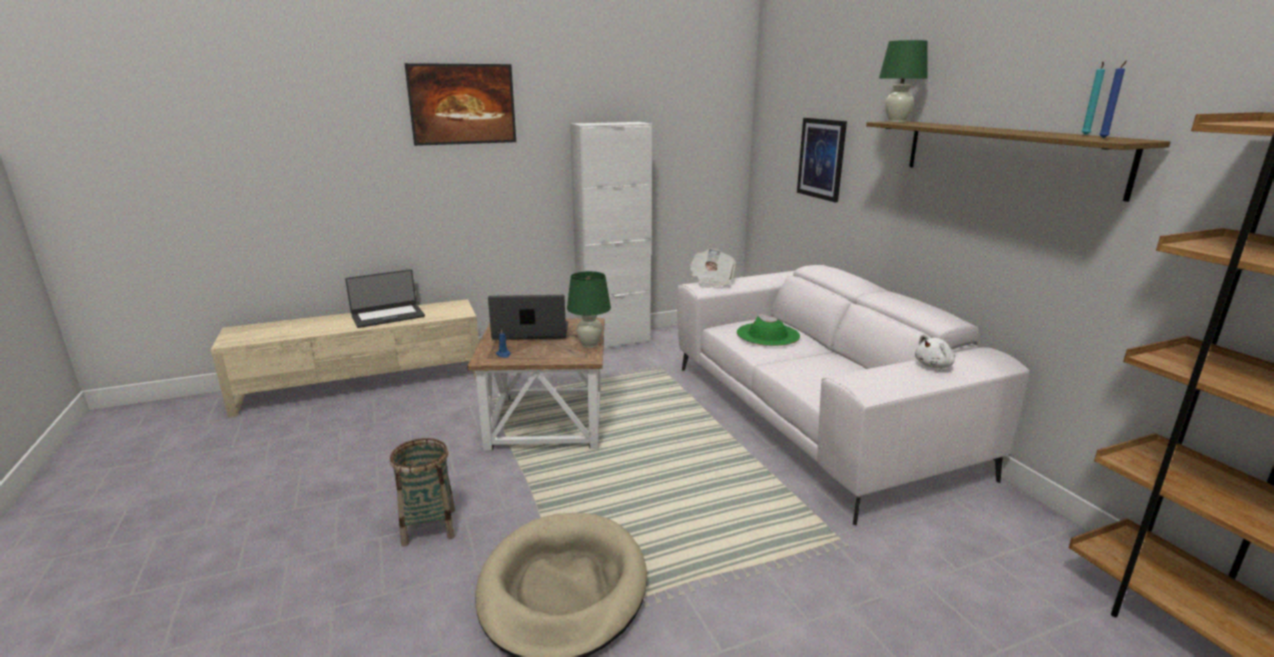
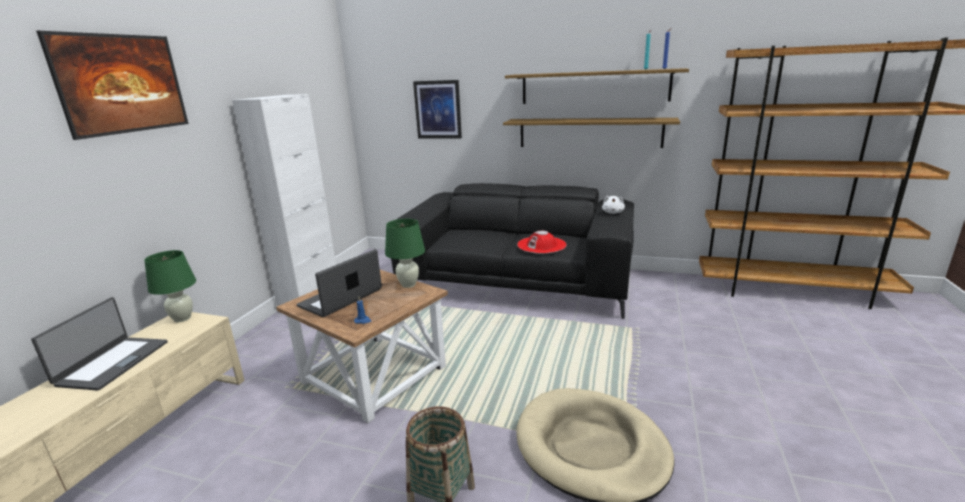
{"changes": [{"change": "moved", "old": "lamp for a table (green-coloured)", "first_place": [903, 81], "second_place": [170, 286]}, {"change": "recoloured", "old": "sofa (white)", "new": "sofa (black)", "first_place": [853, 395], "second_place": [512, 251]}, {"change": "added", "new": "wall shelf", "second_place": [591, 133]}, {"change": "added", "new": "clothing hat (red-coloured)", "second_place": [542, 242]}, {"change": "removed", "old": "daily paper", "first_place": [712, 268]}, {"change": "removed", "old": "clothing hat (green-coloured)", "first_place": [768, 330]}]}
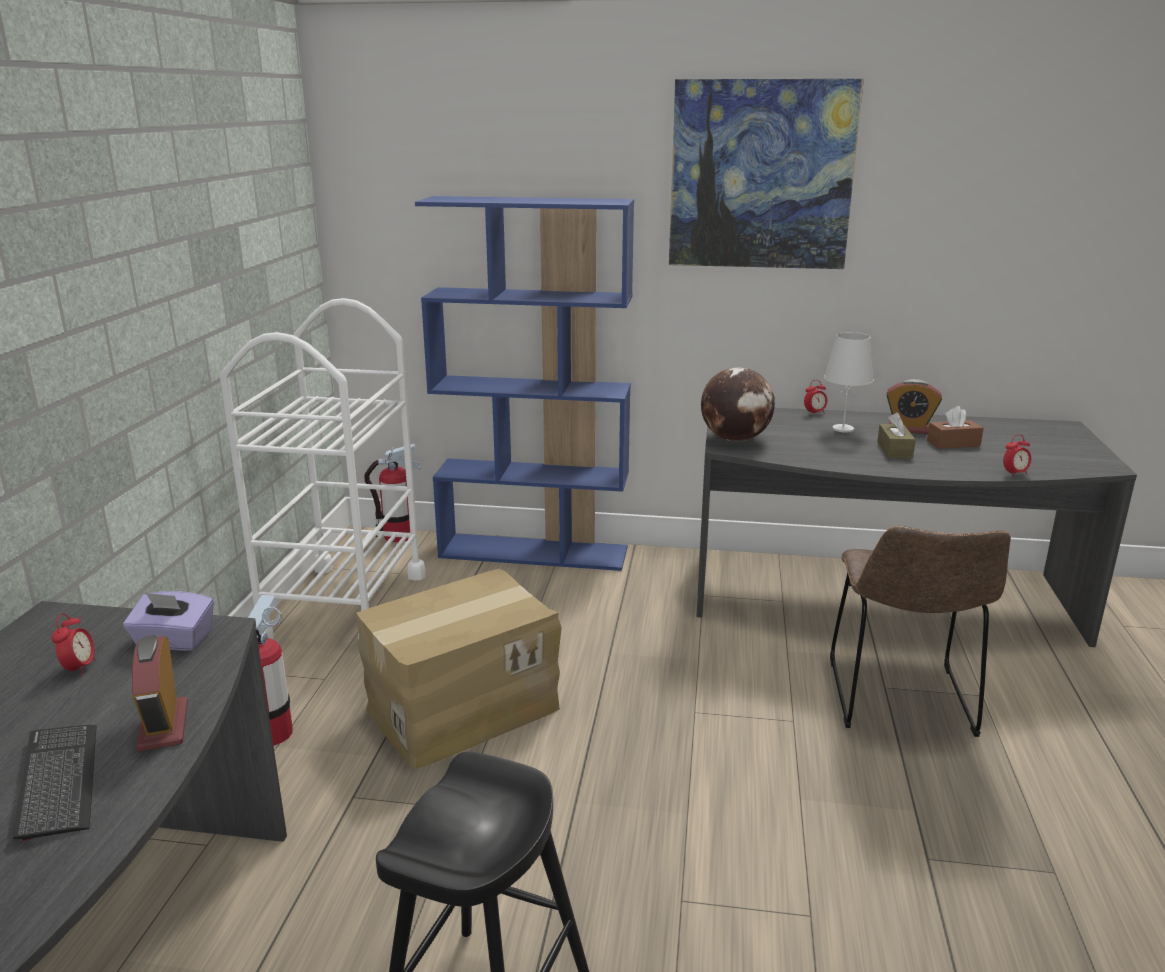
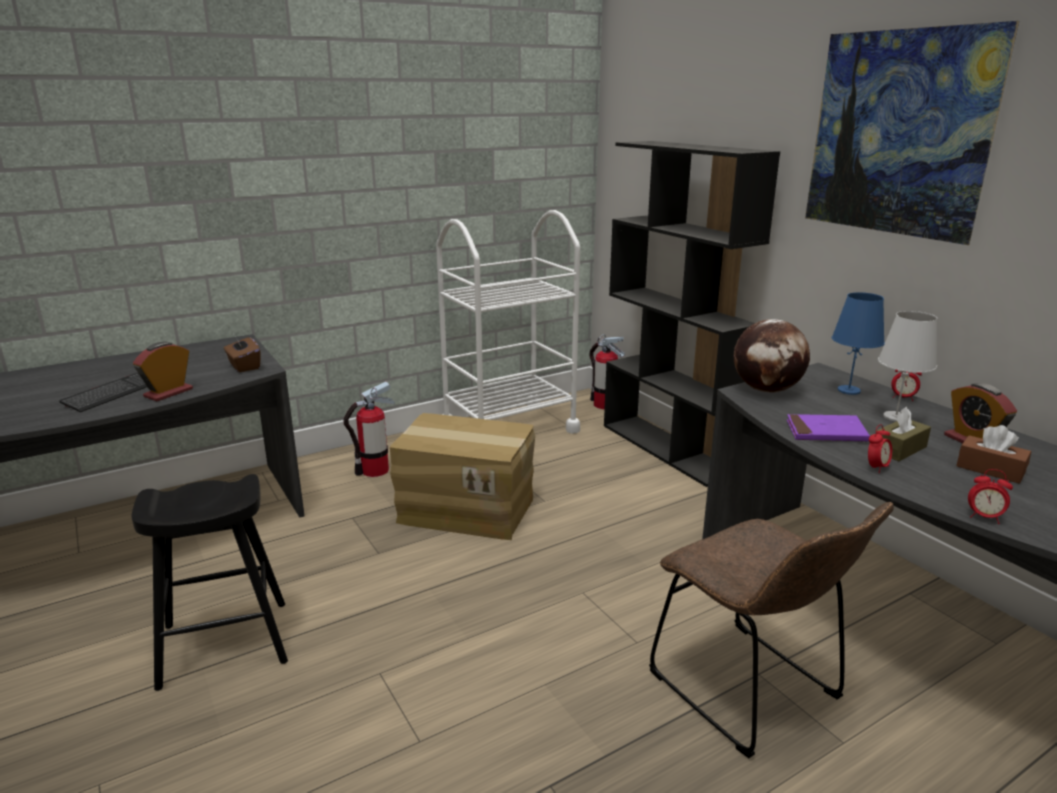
{"changes": [{"change": "recoloured", "old": "tissue box (purple-coloured)", "new": "tissue box (brown)", "first_place": [168, 621], "second_place": [242, 352]}, {"change": "recoloured", "old": "bookcase (blue-coloured)", "new": "bookcase (black)", "first_place": [524, 383], "second_place": [692, 314]}, {"change": "turned", "old": "upright chair (brown)", "first_place": [920, 631], "second_place": [771, 630], "degrees": -90}, {"change": "added", "new": "bound book (purple-coloured)", "second_place": [828, 428]}, {"change": "added", "new": "lamp for a table (blue-coloured)", "second_place": [858, 343]}, {"change": "moved", "old": "table clock", "first_place": [73, 644], "second_place": [880, 448]}]}
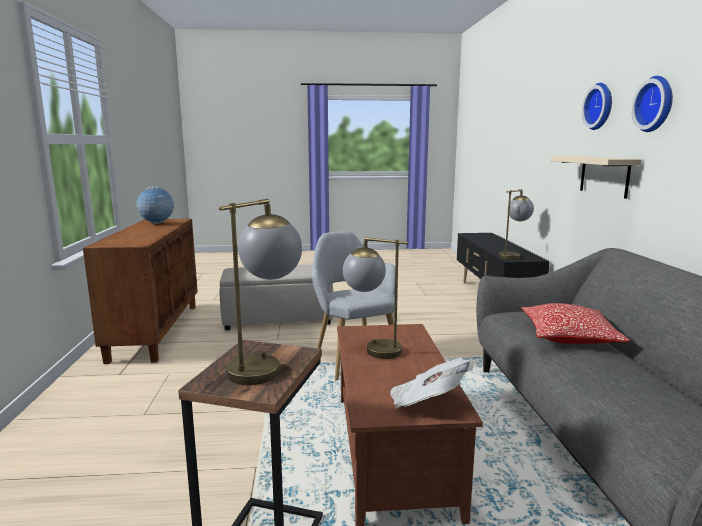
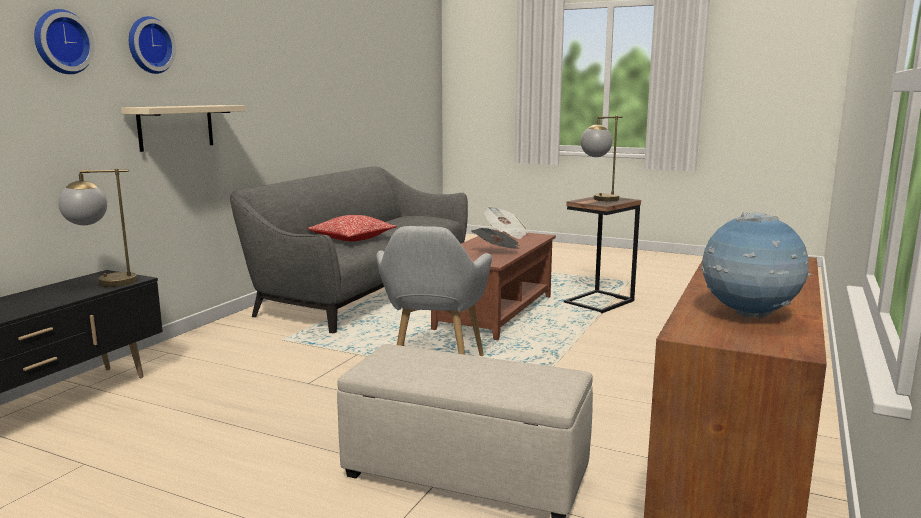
{"changes": [{"change": "moved", "old": "hanging clock", "first_place": [652, 104], "second_place": [64, 41]}, {"change": "replaced", "old": "lamp for a table", "new": "daily paper", "first_place": [375, 298], "second_place": [496, 238]}]}
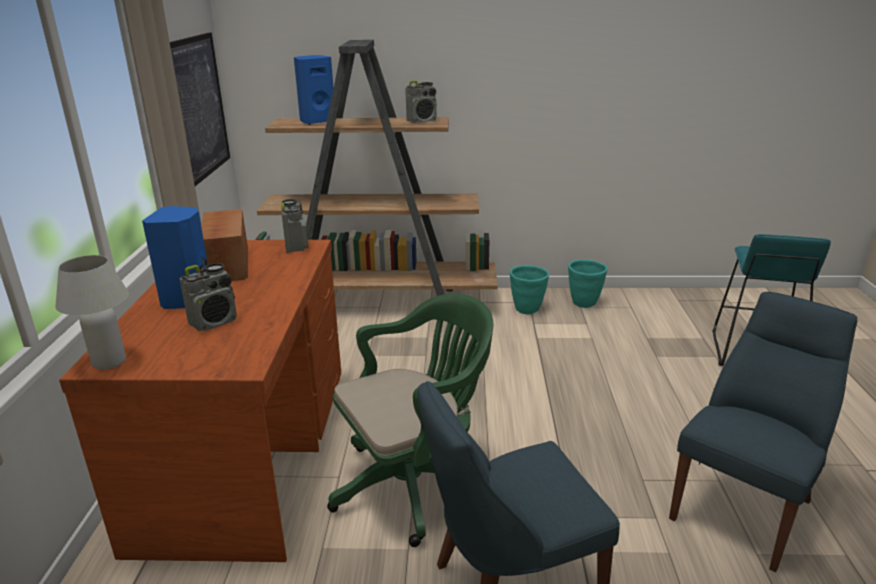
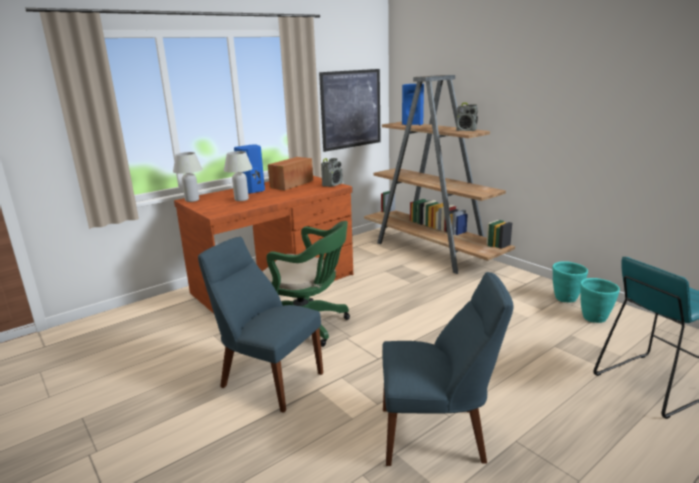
{"changes": [{"change": "replaced", "old": "radio", "new": "lamp for a table (white)", "first_place": [208, 297], "second_place": [238, 176]}, {"change": "moved", "old": "planter (turquoise-coloured)", "first_place": [529, 289], "second_place": [600, 300]}]}
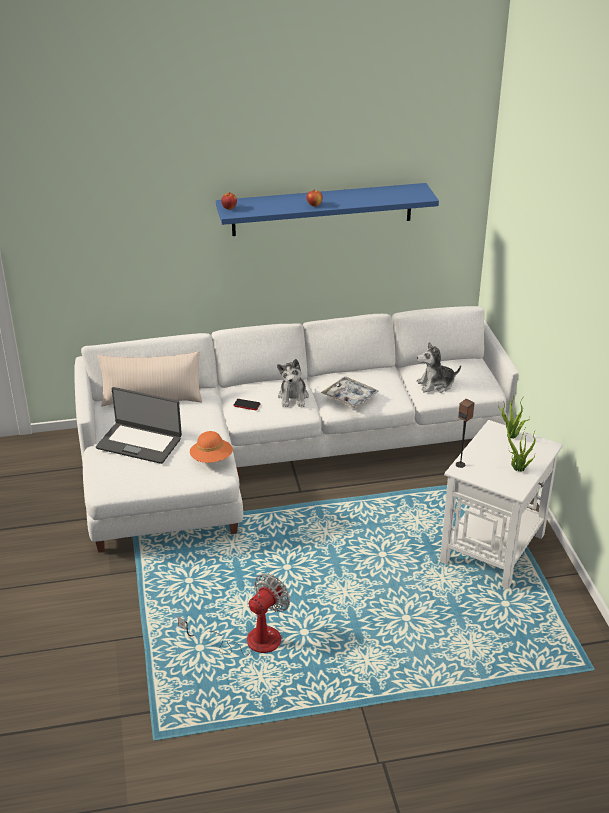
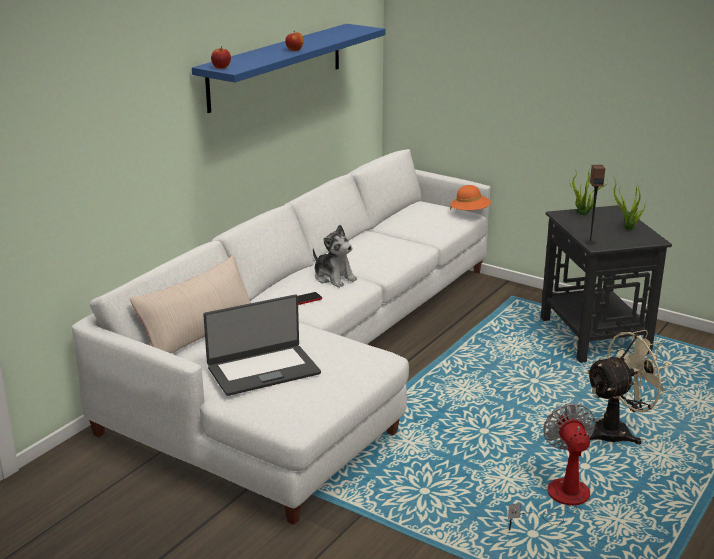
{"changes": [{"change": "moved", "old": "clothing hat (orangey)", "first_place": [211, 447], "second_place": [470, 197]}, {"change": "recoloured", "old": "end table (white)", "new": "end table (black)", "first_place": [501, 504], "second_place": [606, 284]}, {"change": "added", "new": "electric fan (sand-coloured)", "second_place": [630, 387]}, {"change": "removed", "old": "serving tray", "first_place": [350, 393]}, {"change": "removed", "old": "soft toy", "first_place": [439, 367]}]}
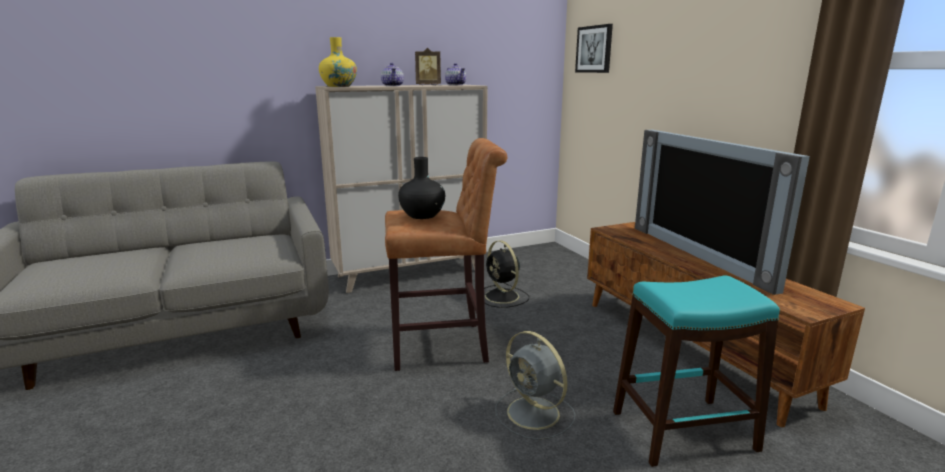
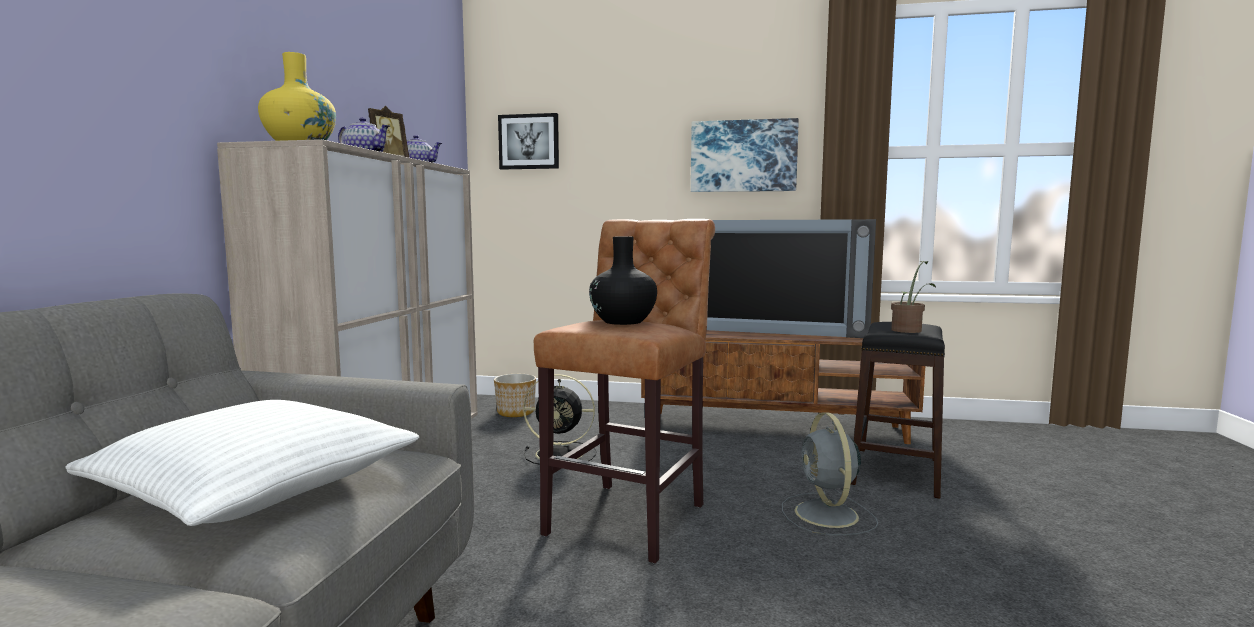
{"changes": [{"change": "added", "new": "throw pillow (white)", "second_place": [242, 463]}, {"change": "added", "new": "planter", "second_place": [515, 395]}, {"change": "added", "new": "wall picture", "second_place": [745, 155]}, {"change": "turned", "old": "electric fan (gray)", "first_place": [535, 385], "second_place": [830, 474], "degrees": 90}, {"change": "recoloured", "old": "stool (turquoise-coloured)", "new": "stool (black)", "first_place": [696, 371], "second_place": [898, 410]}, {"change": "added", "new": "houseplant", "second_place": [913, 297]}]}
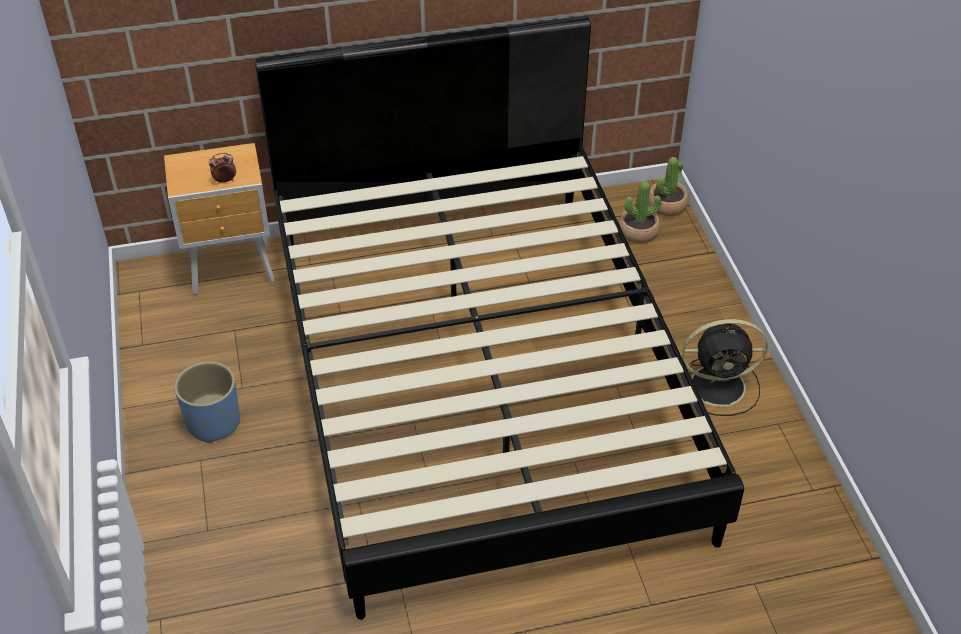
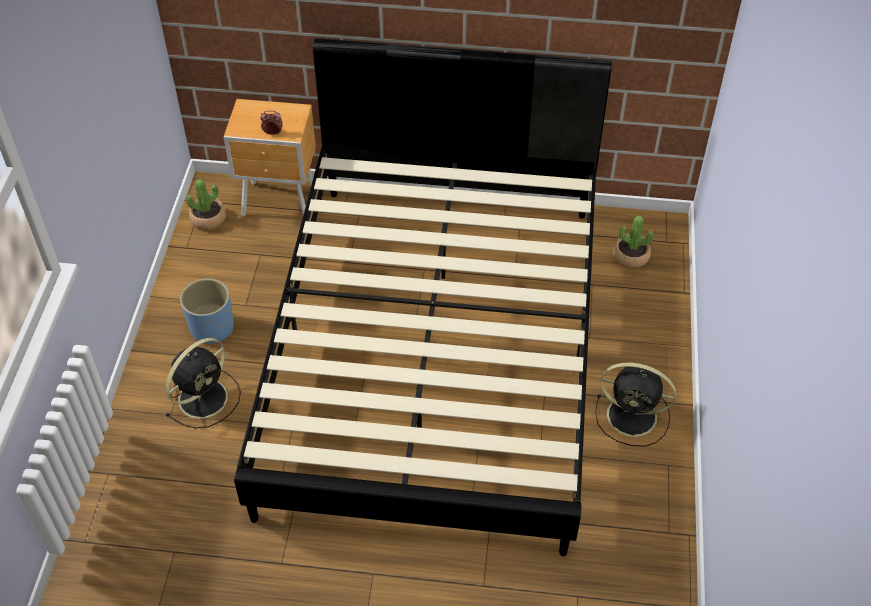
{"changes": [{"change": "added", "new": "electric fan (black)", "second_place": [203, 383]}, {"change": "moved", "old": "houseplant", "first_place": [668, 186], "second_place": [206, 204]}]}
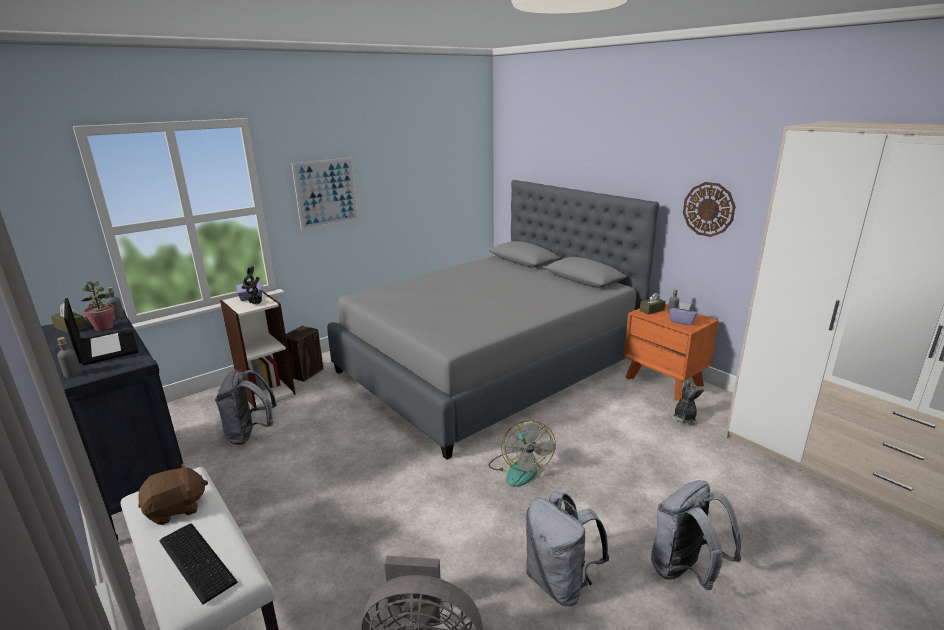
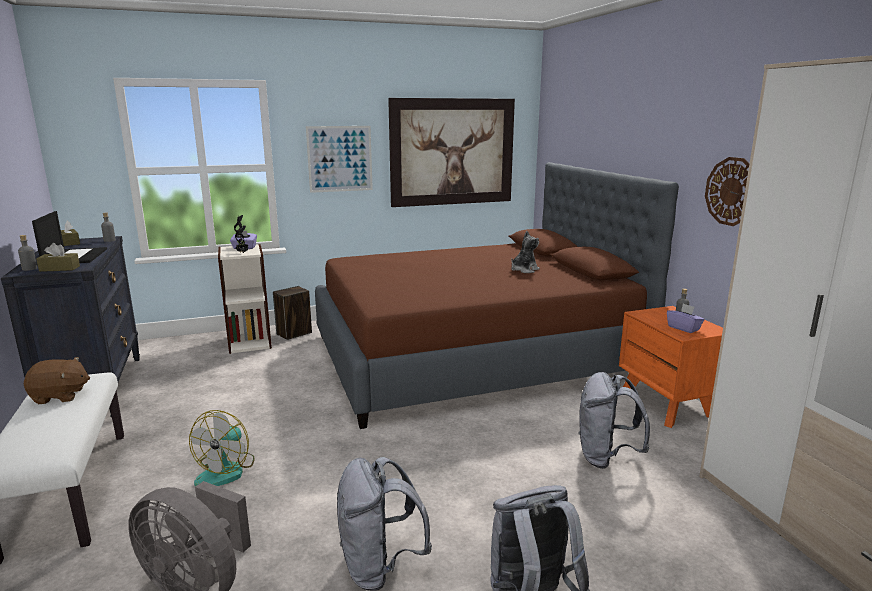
{"changes": [{"change": "moved", "old": "tissue box (brown)", "first_place": [653, 304], "second_place": [58, 257]}, {"change": "moved", "old": "electric fan", "first_place": [522, 453], "second_place": [222, 448]}, {"change": "recoloured", "old": "sleeping bed (gray)", "new": "sleeping bed (brown)", "first_place": [493, 320], "second_place": [497, 295]}, {"change": "added", "new": "wall picture", "second_place": [451, 152]}, {"change": "moved", "old": "soft toy", "first_place": [687, 403], "second_place": [525, 252]}, {"change": "moved", "old": "backpack (gray)", "first_place": [246, 407], "second_place": [614, 420]}, {"change": "removed", "old": "houseplant", "first_place": [98, 306]}, {"change": "removed", "old": "keyboard", "first_place": [198, 564]}]}
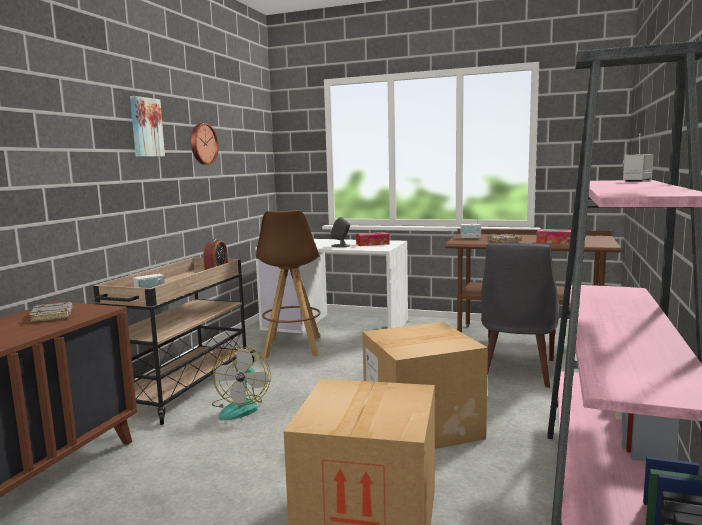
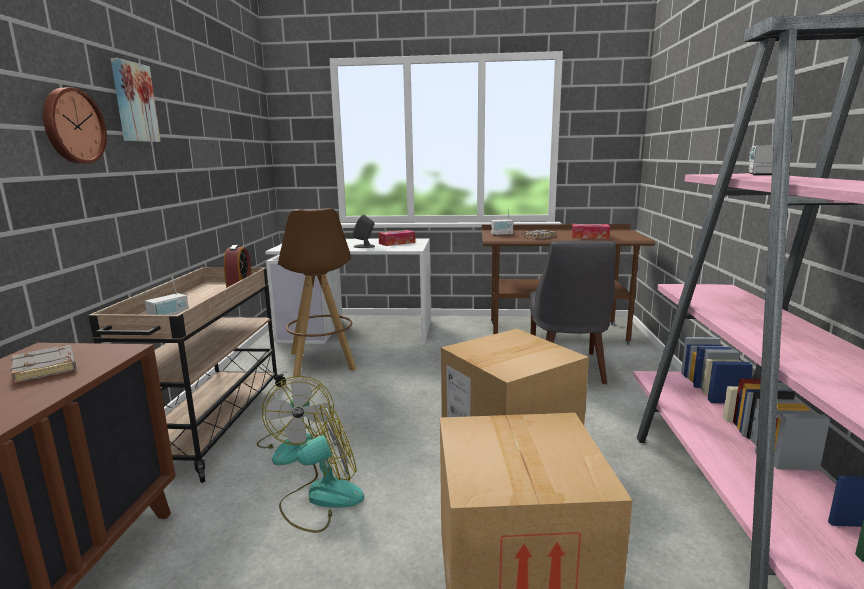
{"changes": [{"change": "moved", "old": "hanging clock", "first_place": [205, 144], "second_place": [75, 125]}, {"change": "added", "new": "electric fan", "second_place": [321, 469]}]}
